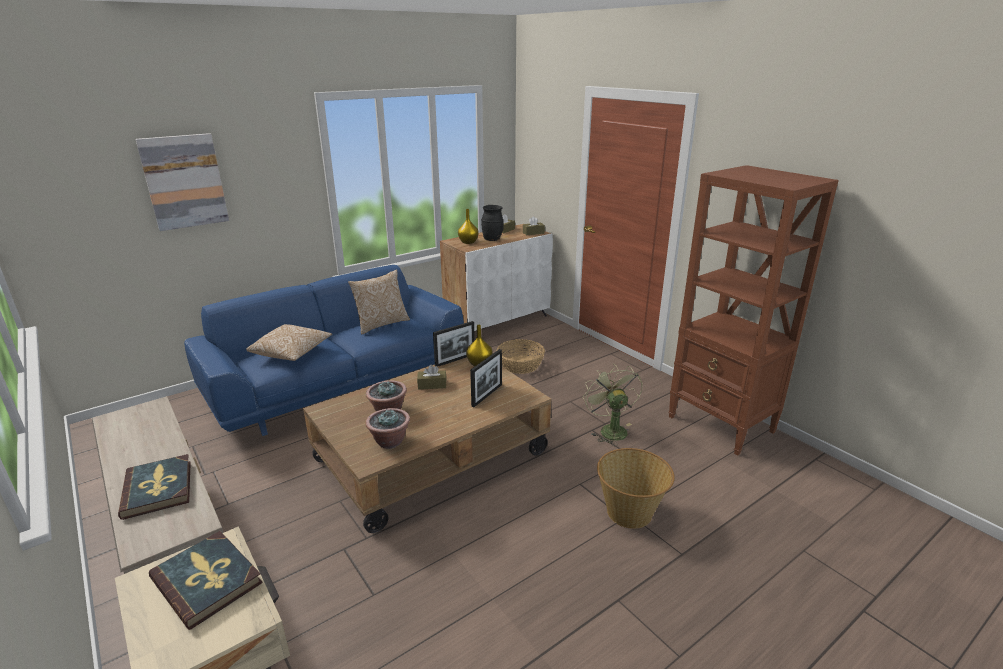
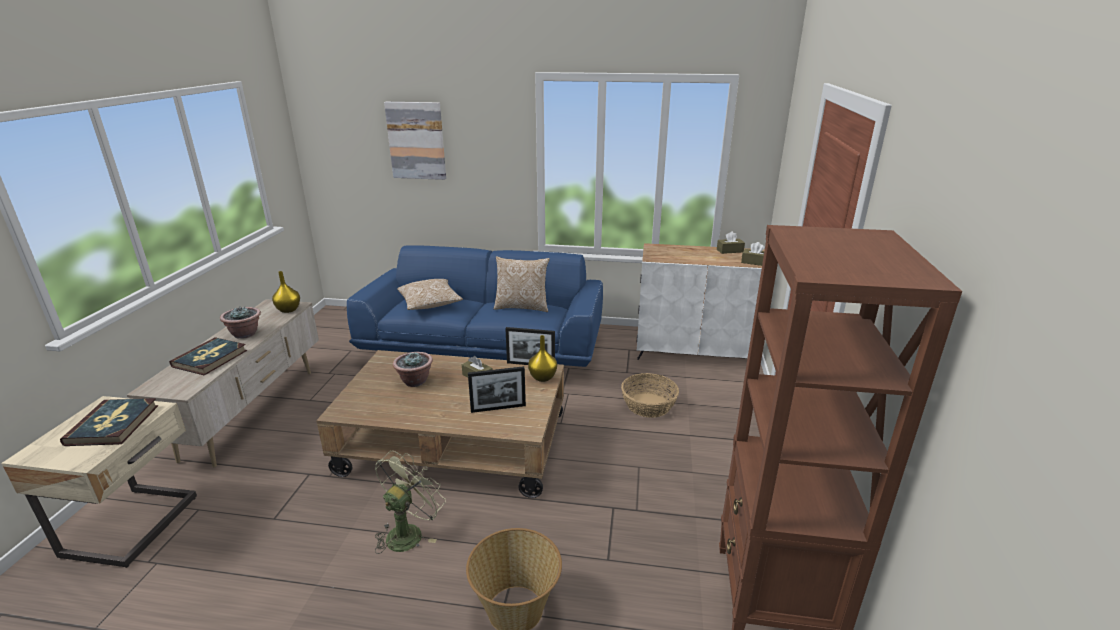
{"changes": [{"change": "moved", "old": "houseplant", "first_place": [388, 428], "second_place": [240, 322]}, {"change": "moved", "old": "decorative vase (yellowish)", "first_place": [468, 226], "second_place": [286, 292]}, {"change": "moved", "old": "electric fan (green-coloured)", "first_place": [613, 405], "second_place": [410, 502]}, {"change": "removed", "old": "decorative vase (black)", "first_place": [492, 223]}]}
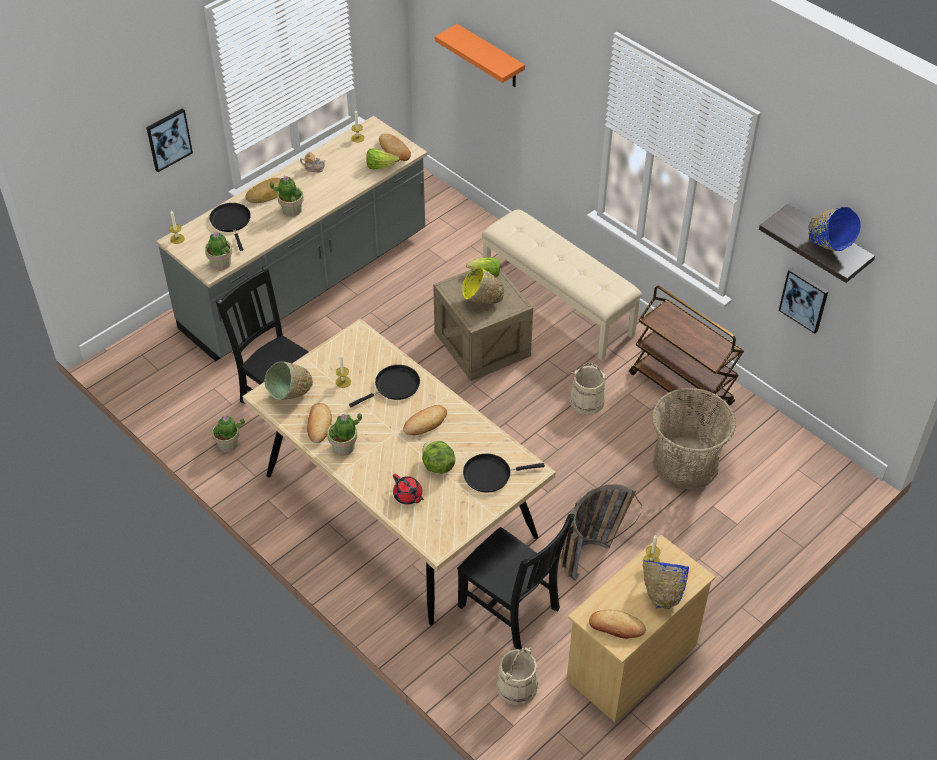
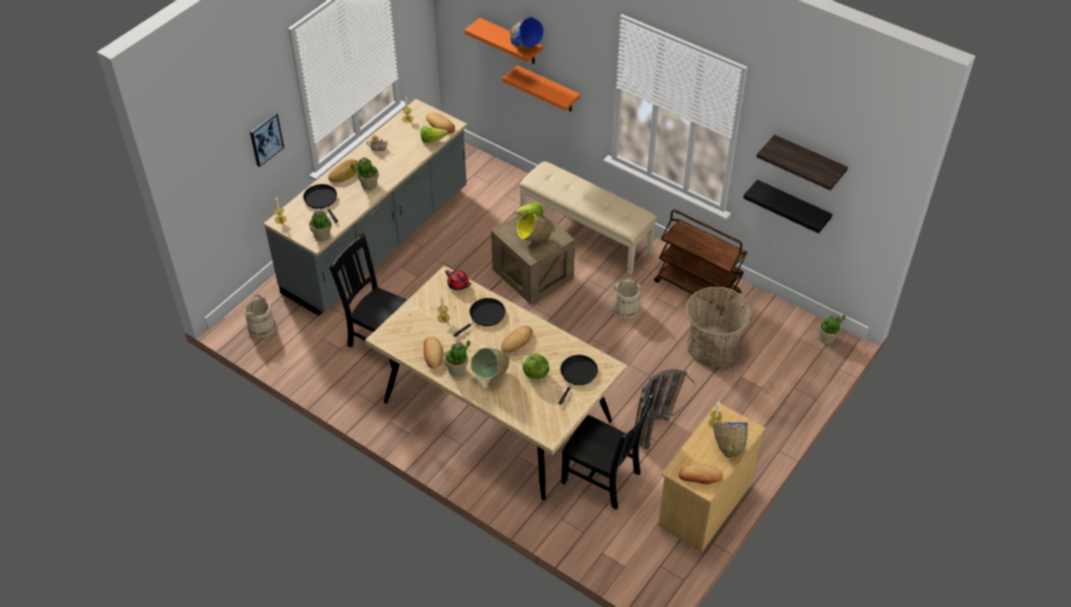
{"changes": [{"change": "moved", "old": "water bucket (sand-coloured)", "first_place": [517, 676], "second_place": [260, 316]}, {"change": "moved", "old": "tea pot (red-coloured)", "first_place": [408, 489], "second_place": [458, 280]}, {"change": "moved", "old": "serving bowl (green-coloured)", "first_place": [288, 380], "second_place": [490, 364]}, {"change": "added", "new": "wall shelf (orangey)", "second_place": [541, 88]}, {"change": "moved", "old": "serving bowl (blue-coloured)", "first_place": [834, 229], "second_place": [527, 32]}, {"change": "turned", "old": "skillet (black)", "first_place": [504, 473], "second_place": [578, 380], "degrees": 135}, {"change": "replaced", "old": "wall picture", "new": "wall shelf (black)", "first_place": [803, 301], "second_place": [787, 206]}, {"change": "moved", "old": "houseplant", "first_place": [228, 433], "second_place": [832, 329]}]}
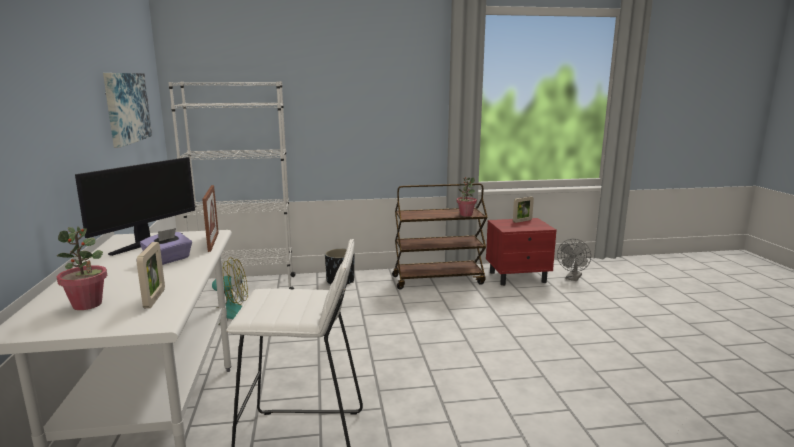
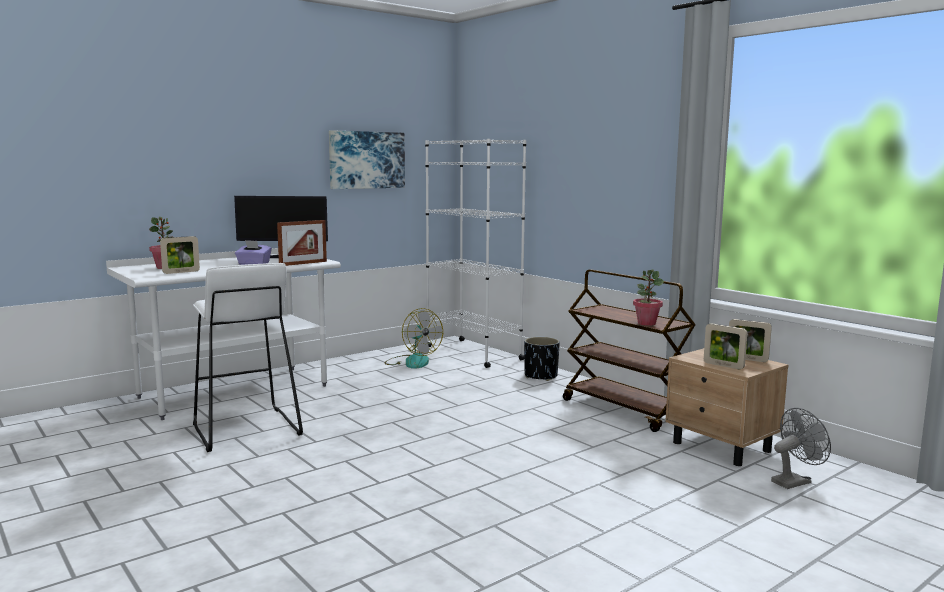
{"changes": [{"change": "recoloured", "old": "nightstand (red-coloured)", "new": "nightstand (sand-coloured)", "first_place": [521, 252], "second_place": [726, 407]}, {"change": "added", "new": "photo frame", "second_place": [725, 346]}, {"change": "turned", "old": "electric fan (gray)", "first_place": [574, 260], "second_place": [801, 448], "degrees": 150}]}
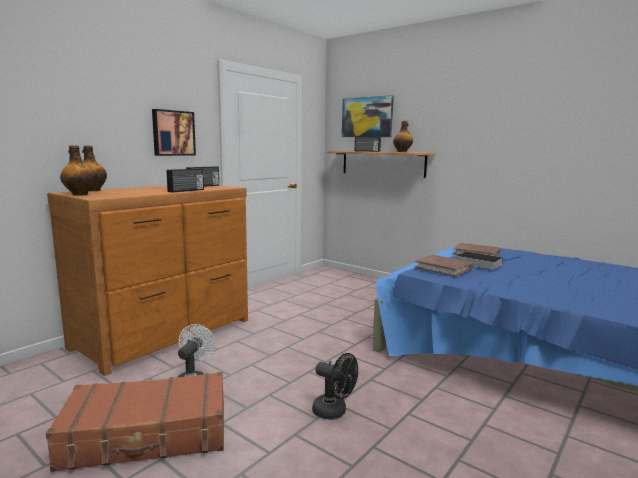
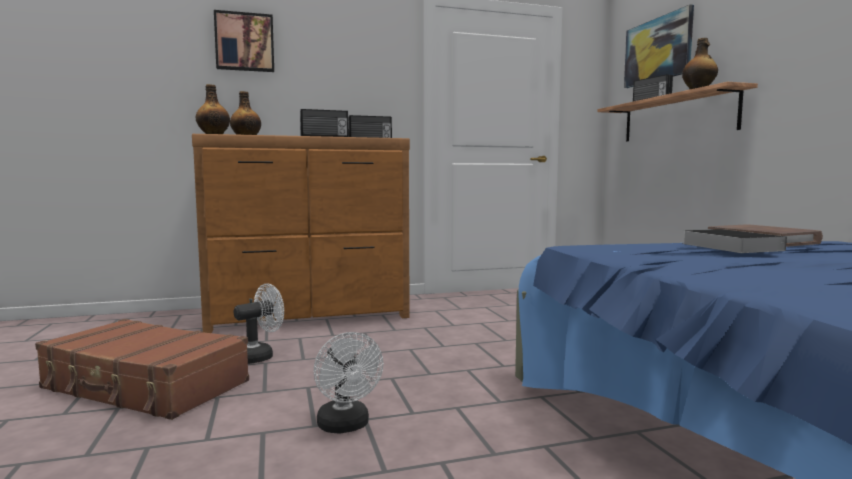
{"changes": [{"change": "moved", "old": "wall picture", "first_place": [174, 132], "second_place": [244, 41]}, {"change": "recoloured", "old": "electric fan (black)", "new": "electric fan (white)", "first_place": [335, 386], "second_place": [348, 382]}, {"change": "removed", "old": "bound book (brown)", "first_place": [444, 265]}]}
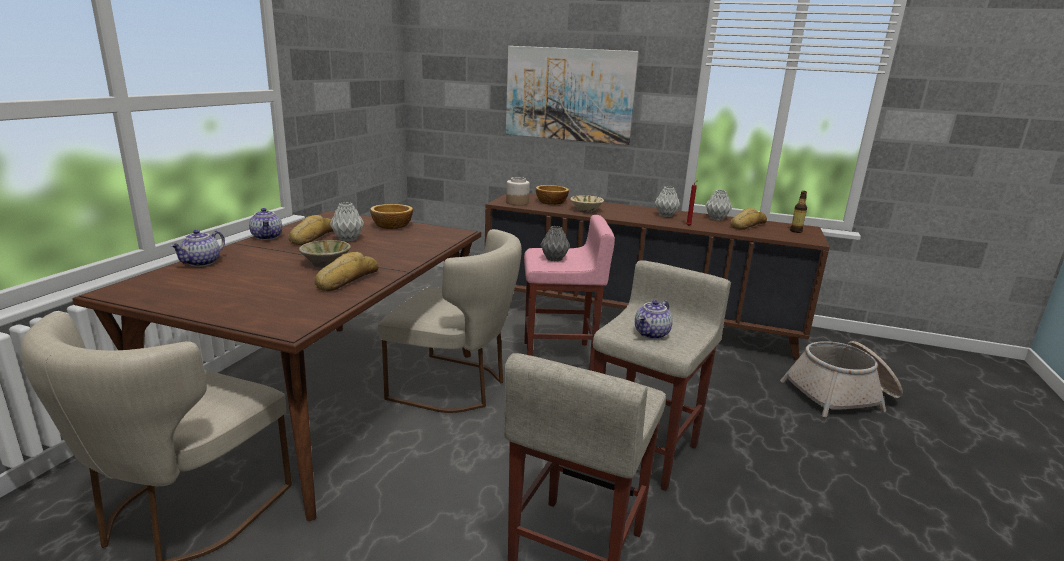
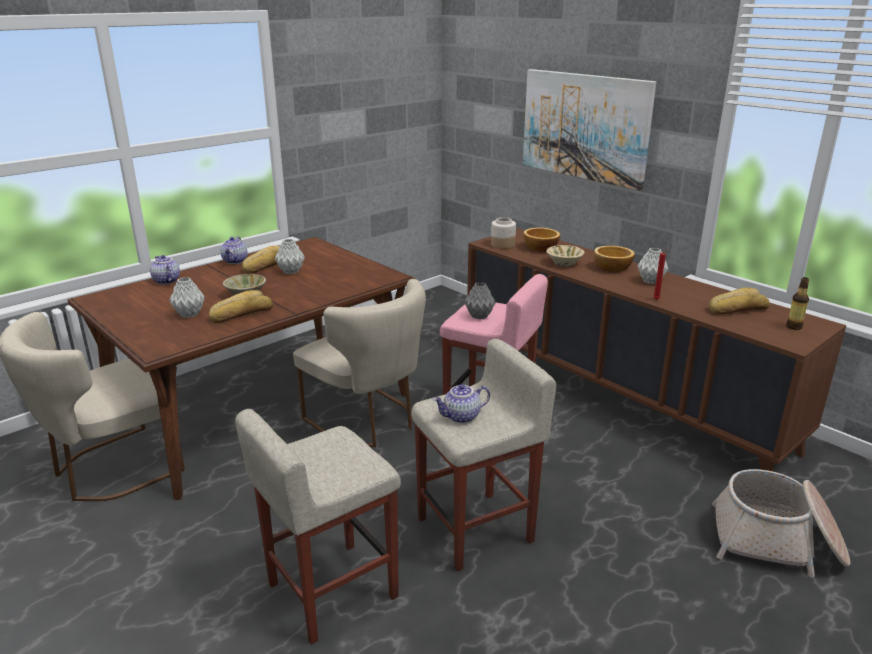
{"changes": [{"change": "turned", "old": "tea pot", "first_place": [197, 248], "second_place": [165, 270], "degrees": 90}, {"change": "moved", "old": "decorative vase (gray)", "first_place": [718, 205], "second_place": [186, 297]}, {"change": "moved", "old": "serving bowl", "first_place": [391, 216], "second_place": [614, 259]}]}
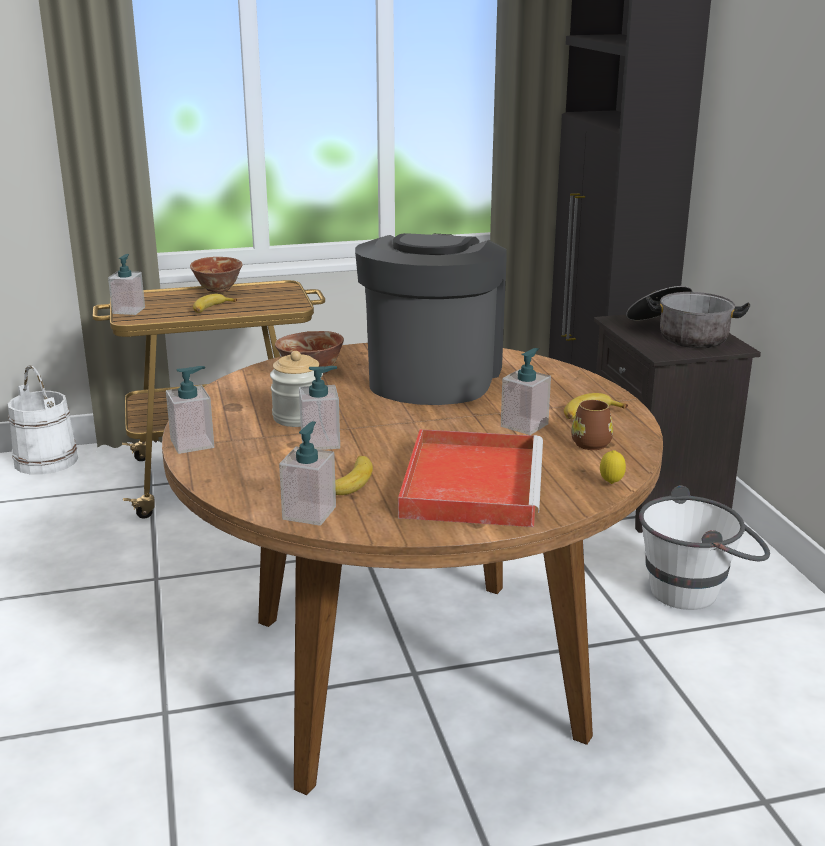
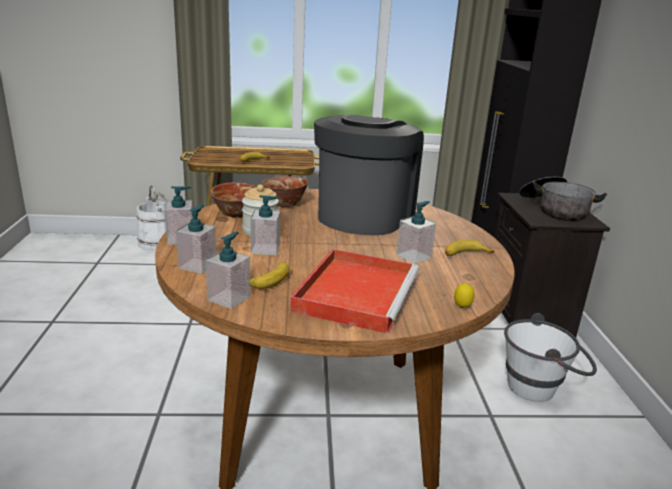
{"changes": [{"change": "moved", "old": "soap dispenser", "first_place": [126, 284], "second_place": [196, 239]}, {"change": "moved", "old": "serving bowl", "first_place": [216, 274], "second_place": [233, 200]}, {"change": "removed", "old": "coffee mug (brown)", "first_place": [592, 425]}]}
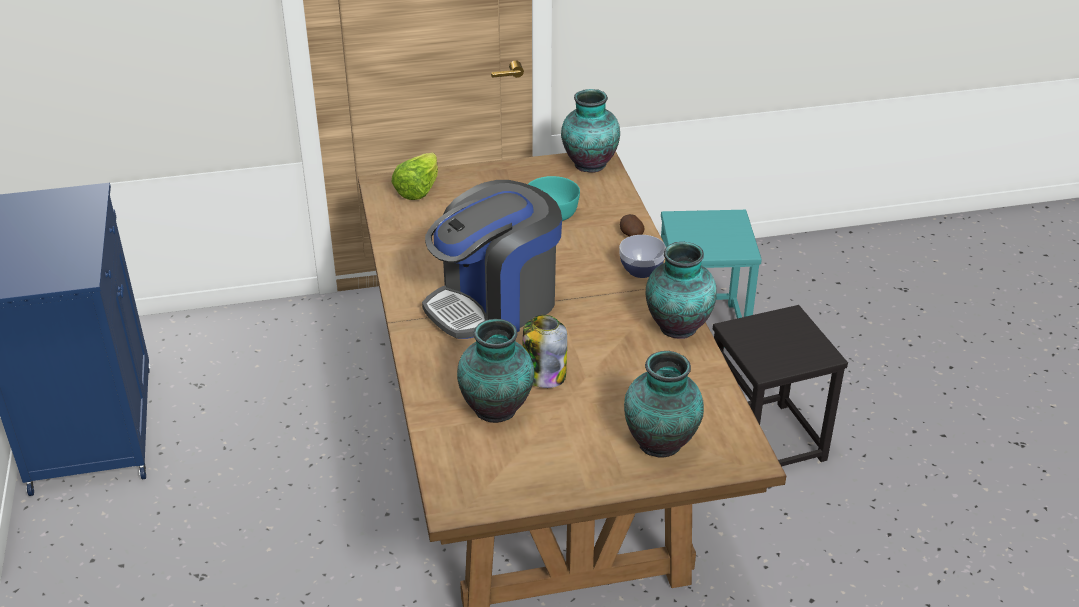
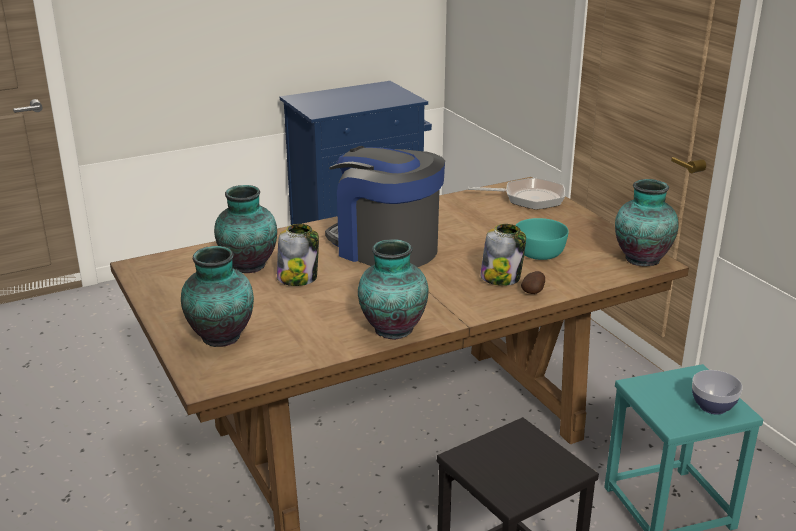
{"changes": [{"change": "replaced", "old": "lettuce head", "new": "skillet", "first_place": [414, 176], "second_place": [517, 194]}, {"change": "added", "new": "preserve jar", "second_place": [503, 255]}, {"change": "moved", "old": "serving bowl", "first_place": [642, 256], "second_place": [717, 392]}]}
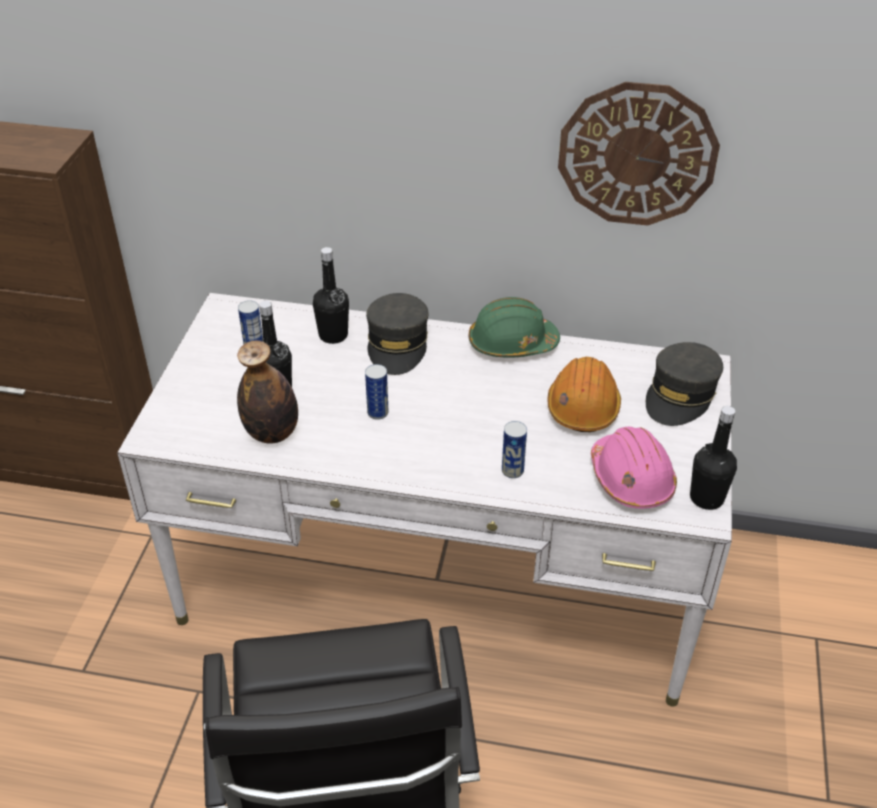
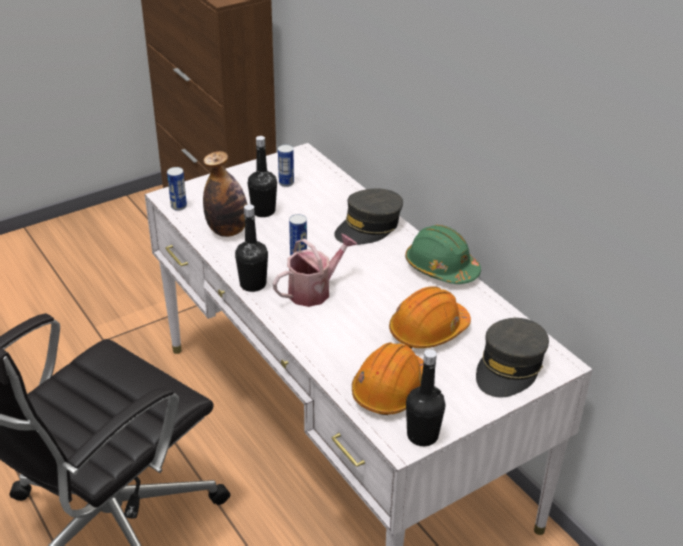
{"changes": [{"change": "moved", "old": "sealed can", "first_place": [514, 449], "second_place": [177, 189]}, {"change": "moved", "old": "drink bottle (black)", "first_place": [331, 295], "second_place": [251, 248]}, {"change": "added", "new": "watering pot", "second_place": [315, 270]}, {"change": "recoloured", "old": "safety helmet (pinkish)", "new": "safety helmet (orangey)", "first_place": [634, 468], "second_place": [388, 378]}, {"change": "turned", "old": "peaked cap (gray)", "first_place": [684, 384], "second_place": [512, 357], "degrees": -45}, {"change": "removed", "old": "hanging clock", "first_place": [639, 154]}]}
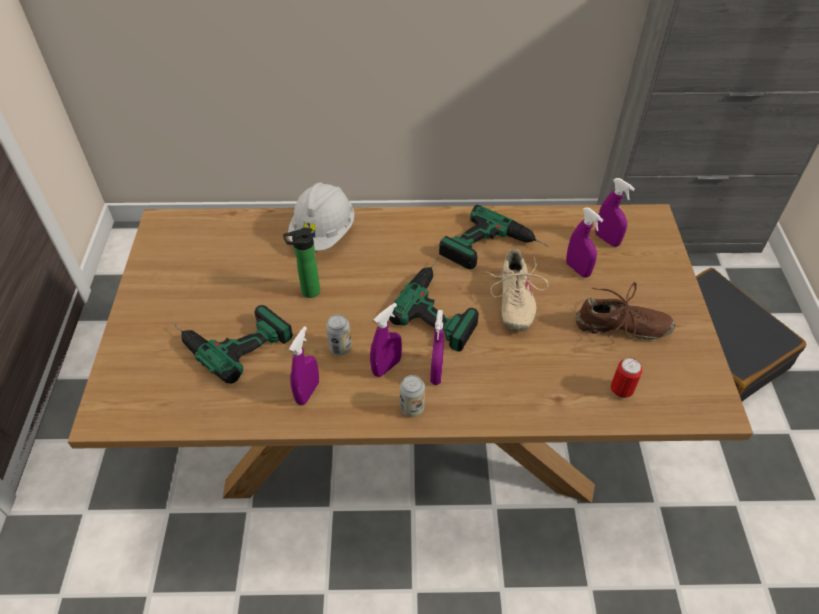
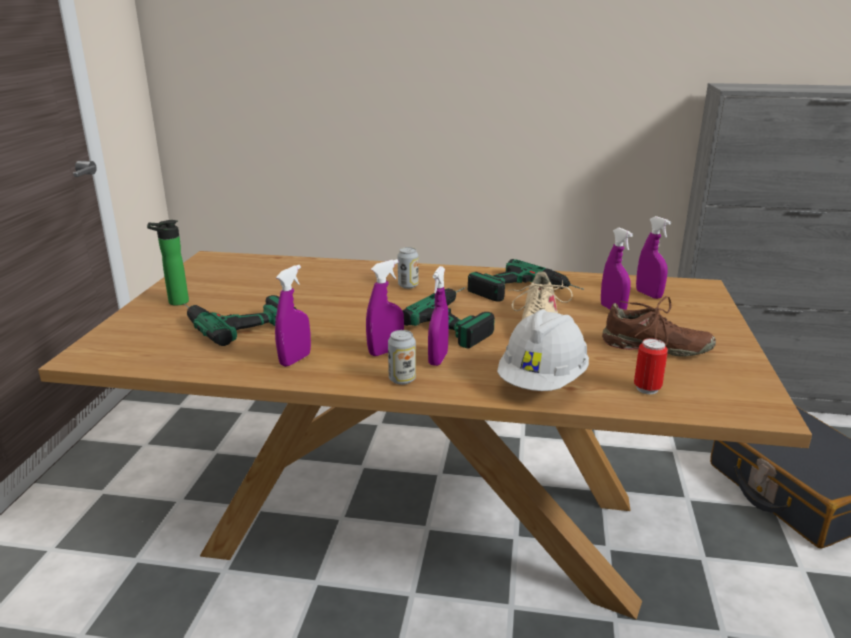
{"changes": [{"change": "moved", "old": "drink bottle", "first_place": [301, 262], "second_place": [168, 263]}, {"change": "moved", "old": "sealed can", "first_place": [339, 334], "second_place": [408, 268]}, {"change": "moved", "old": "safety helmet (white)", "first_place": [321, 217], "second_place": [543, 350]}]}
